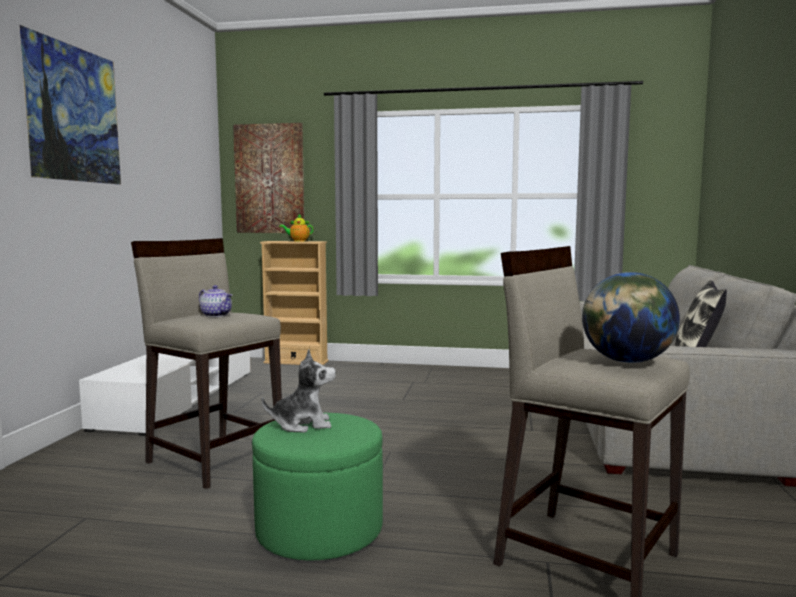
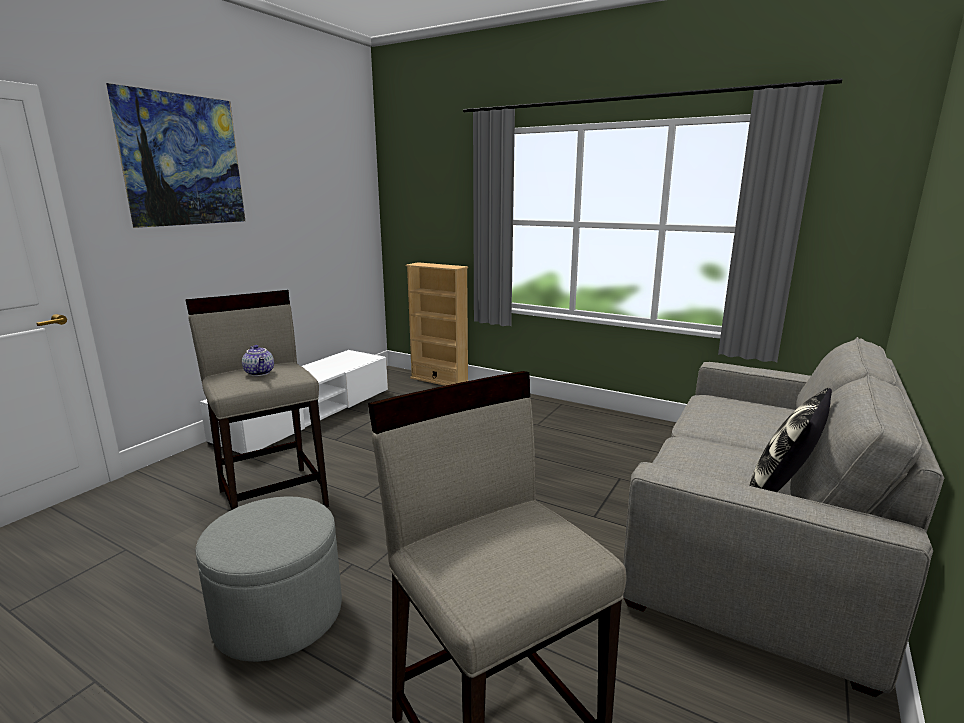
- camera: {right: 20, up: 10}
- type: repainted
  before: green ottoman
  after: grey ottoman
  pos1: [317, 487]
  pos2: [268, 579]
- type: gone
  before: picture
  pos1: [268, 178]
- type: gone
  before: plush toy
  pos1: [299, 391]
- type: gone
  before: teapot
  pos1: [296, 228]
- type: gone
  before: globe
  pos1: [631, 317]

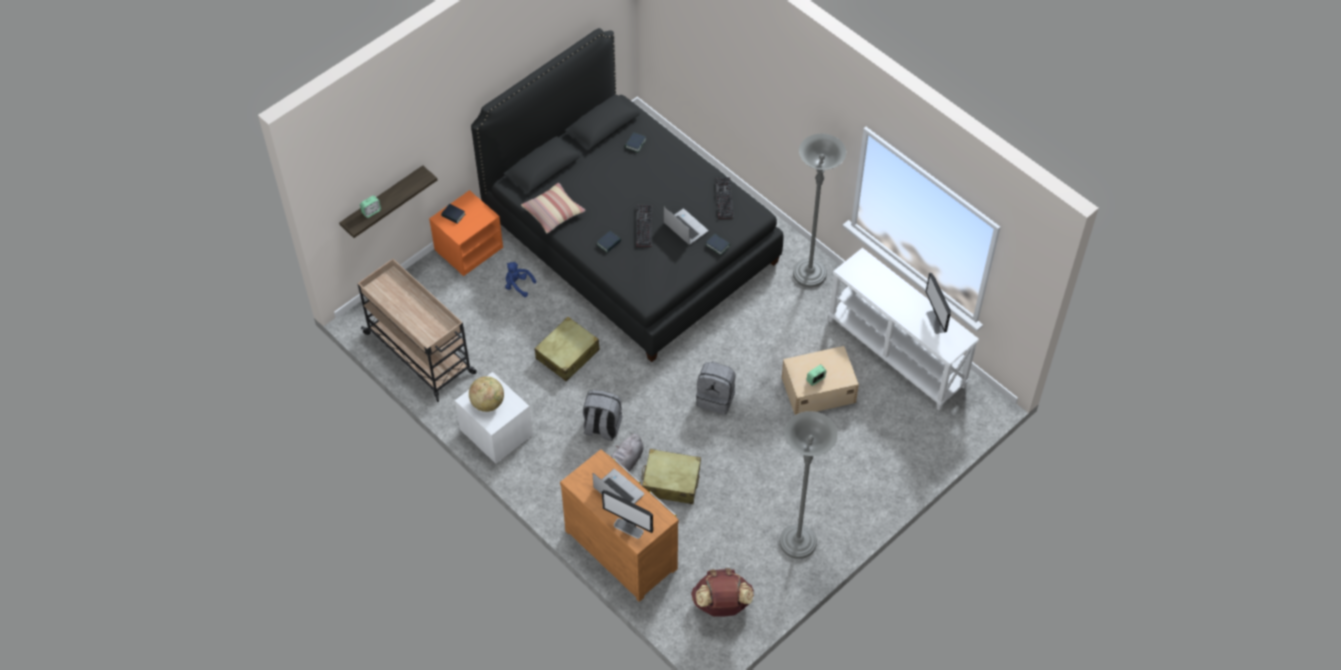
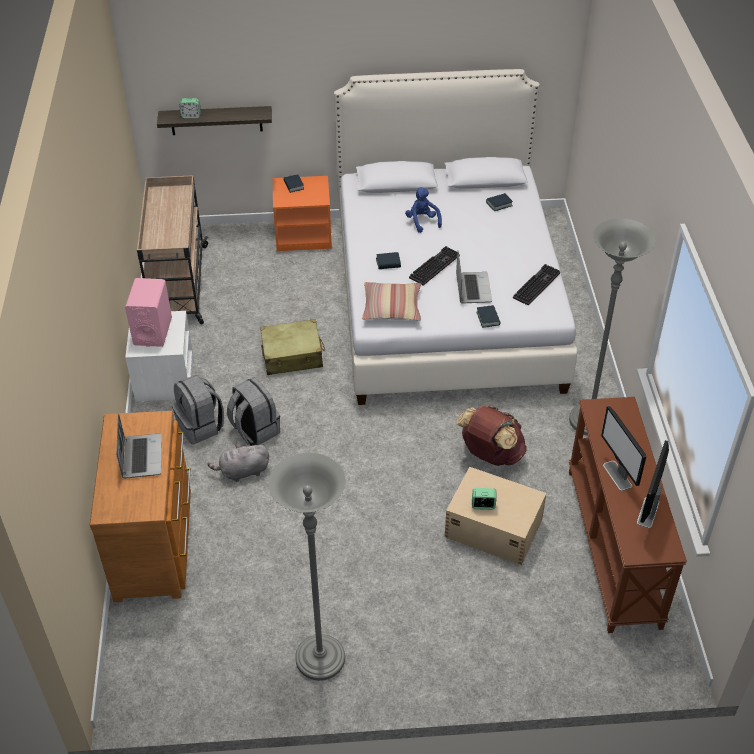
- camera: {right: 40, up: -10}
- type: swapped
  before: globe
  after: pink speaker
  pos1: [486, 394]
  pos2: [148, 312]
- type: shifted
  before: grey backpack
  pos1: [715, 387]
  pos2: [198, 409]
- type: repainted
  before: black bed
  after: white bed
  pos1: [627, 195]
  pos2: [455, 237]
- type: shifted
  before: pillow
  pos1: [553, 208]
  pos2: [391, 301]
- type: shifted
  before: blue plush toy
  pos1: [520, 279]
  pos2: [423, 210]
- type: shifted
  before: brown backpack
  pos1: [722, 592]
  pos2: [491, 436]
- type: repainted
  before: white console table
  after: brown console table
  pos1: [903, 329]
  pos2: [628, 515]
- type: shifted
  before: monitor
  pos1: [627, 514]
  pos2: [623, 448]
- type: gone
  before: beige suitcase
  pos1: [671, 476]

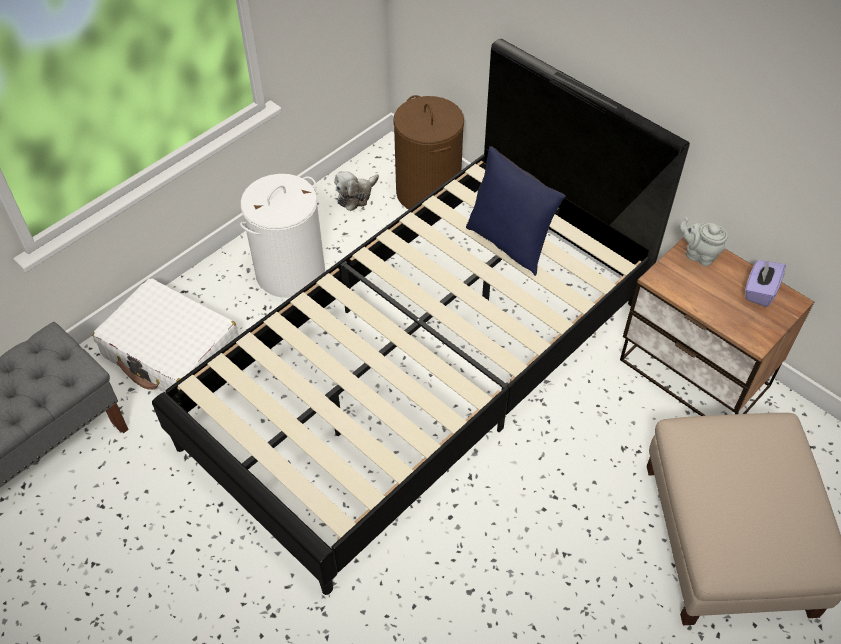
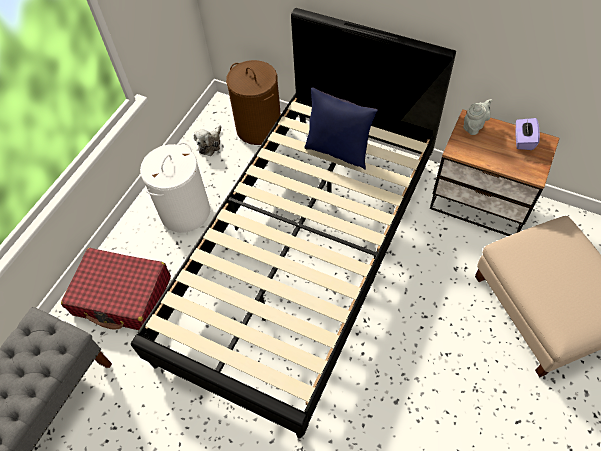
- camera: {right: -15, up: 5}
- type: repainted
  before: white suitcase
  after: red suitcase
  pos1: [166, 335]
  pos2: [116, 289]
- type: rotated
  before: grey teapot
  pos1: [703, 241]
  pos2: [478, 117]
  turn: 120

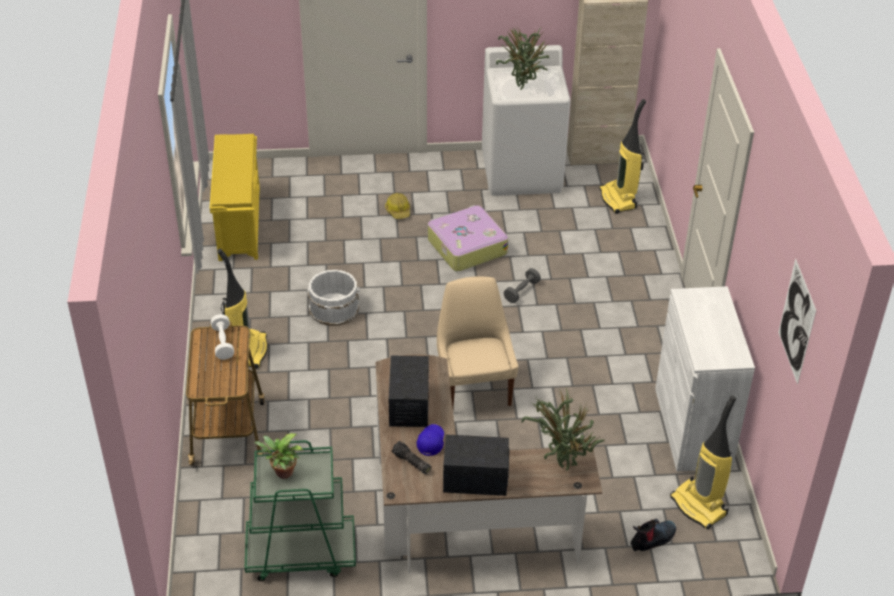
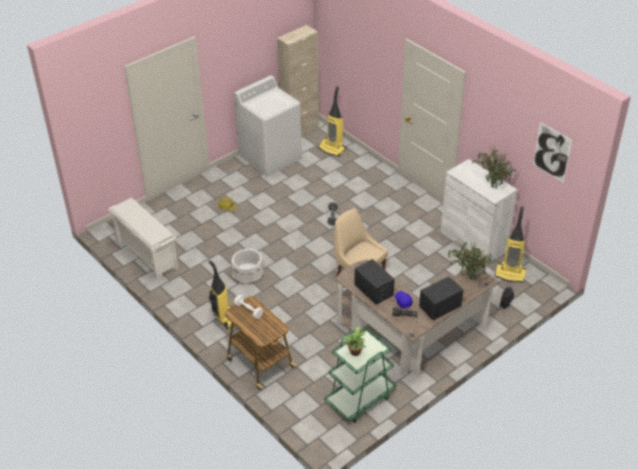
- camera: {right: -35, up: 0}
- type: repainted
  before: yellow shoe rack
  after: white shoe rack
  pos1: [235, 197]
  pos2: [143, 239]
- type: shifted
  before: potted plant
  pos1: [522, 58]
  pos2: [494, 167]
- type: gone
  before: suitcase
  pos1: [468, 238]

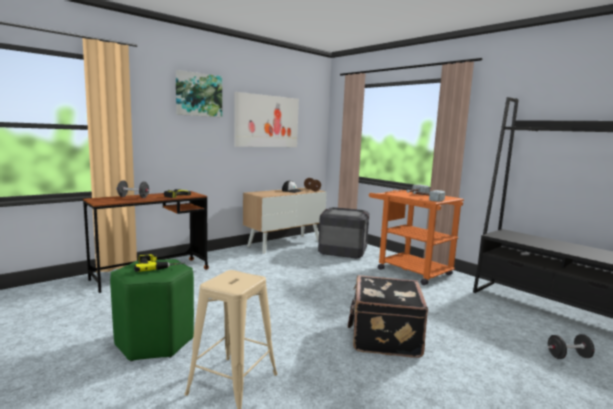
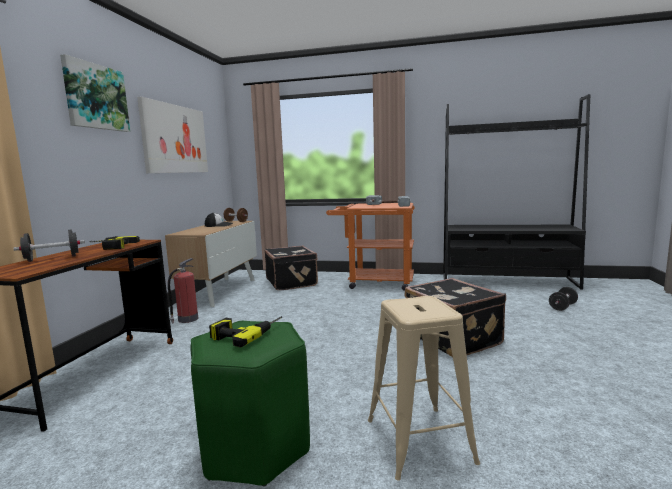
- camera: {right: -35, up: 0}
- type: new
  after: fire extinguisher
  pos2: [183, 290]
- type: swapped
  before: crate
  after: black suitcase
  pos1: [343, 232]
  pos2: [291, 268]

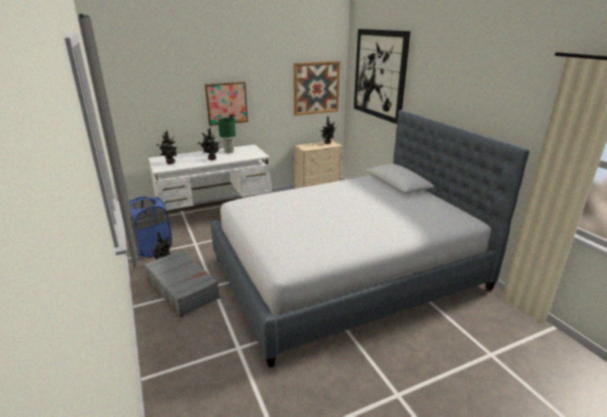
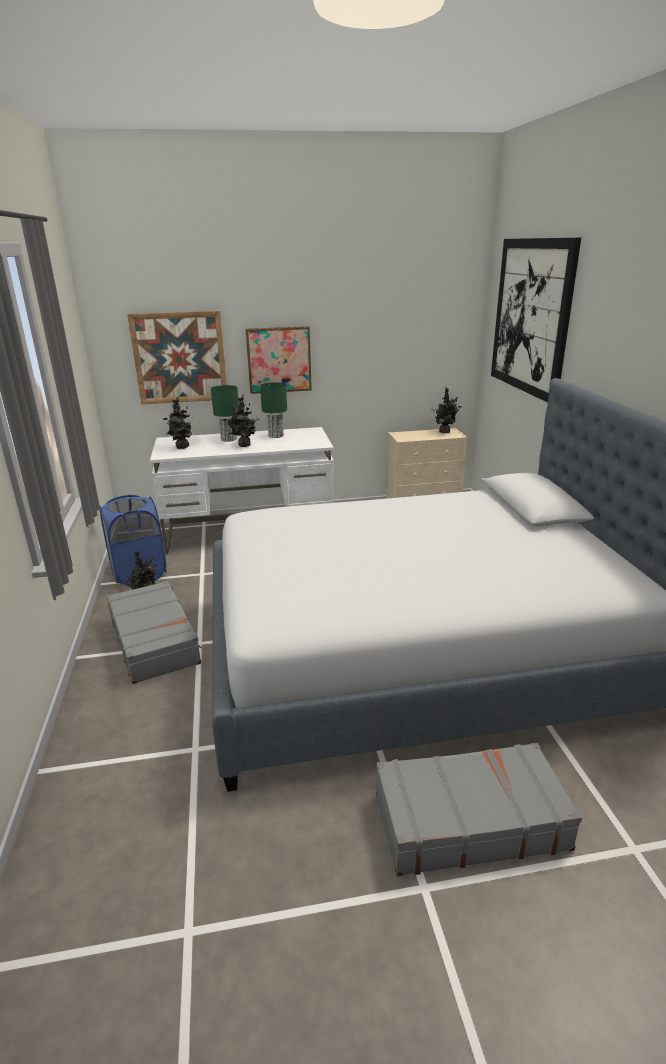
- camera: {right: 15, up: 0}
- type: shifted
  before: picture
  pos1: [317, 88]
  pos2: [177, 357]
- type: new
  after: green table lamp
  pos2: [225, 413]
- type: new
  after: grey suitcase
  pos2: [479, 809]

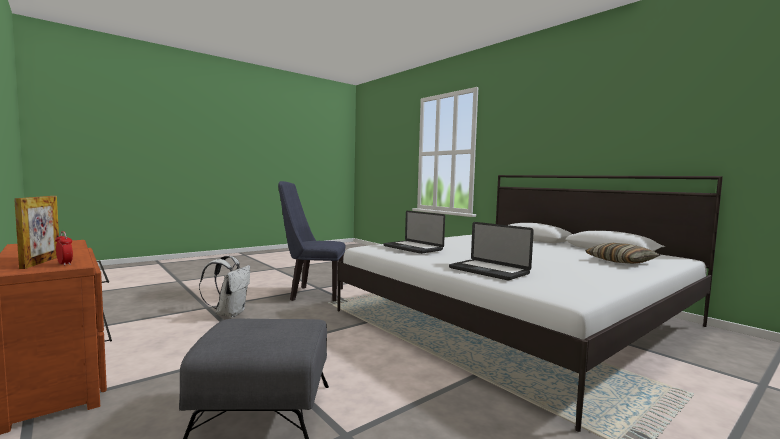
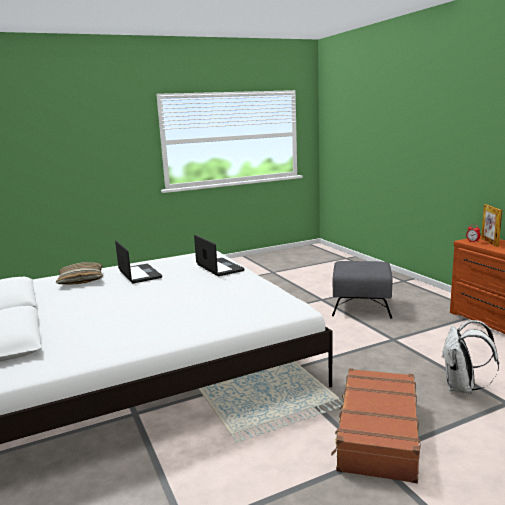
- camera: {right: -165, up: 10}
- type: shifted
  before: laptop
  pos1: [414, 232]
  pos2: [138, 261]
- type: swapped
  before: blue chair
  after: brown suitcase
  pos1: [312, 241]
  pos2: [375, 425]

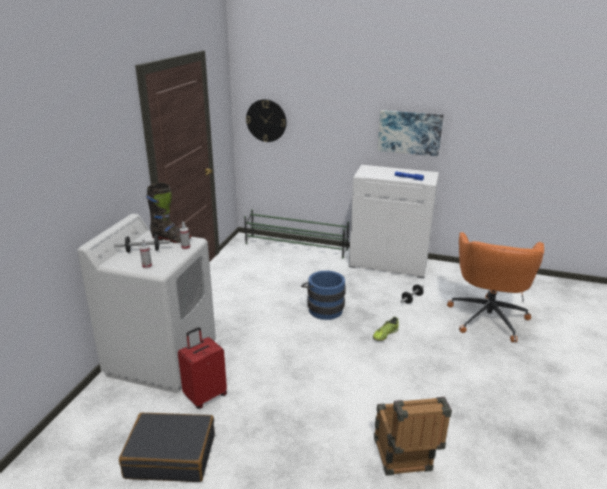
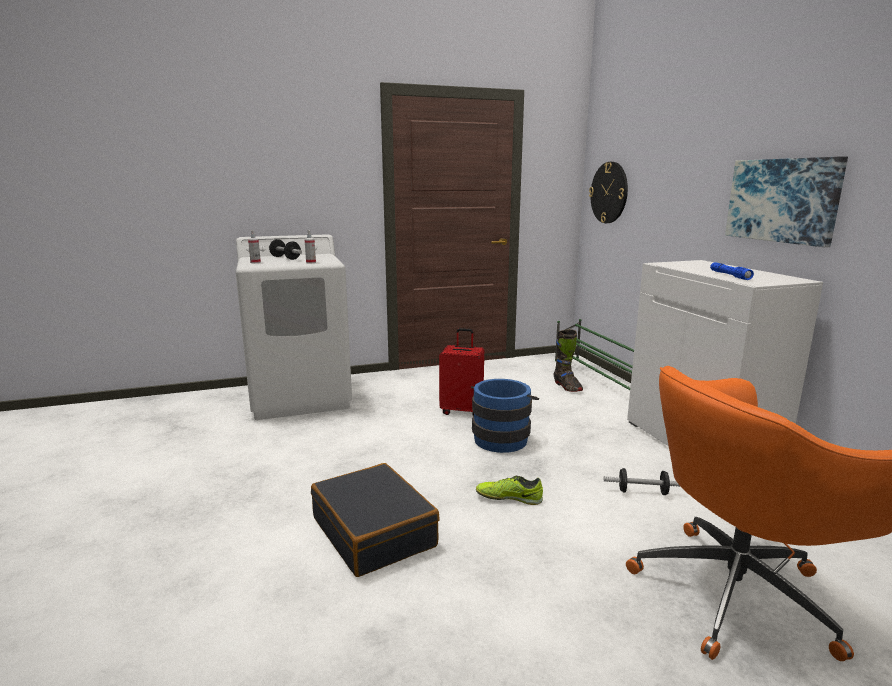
- camera: {right: 55, up: -10}
- type: shifted
  before: black suitcase
  pos1: [167, 447]
  pos2: [375, 520]
- type: shifted
  before: red suitcase
  pos1: [202, 368]
  pos2: [461, 372]
- type: shifted
  before: black boot
  pos1: [168, 212]
  pos2: [568, 360]
- type: gone
  before: crate
  pos1: [413, 436]

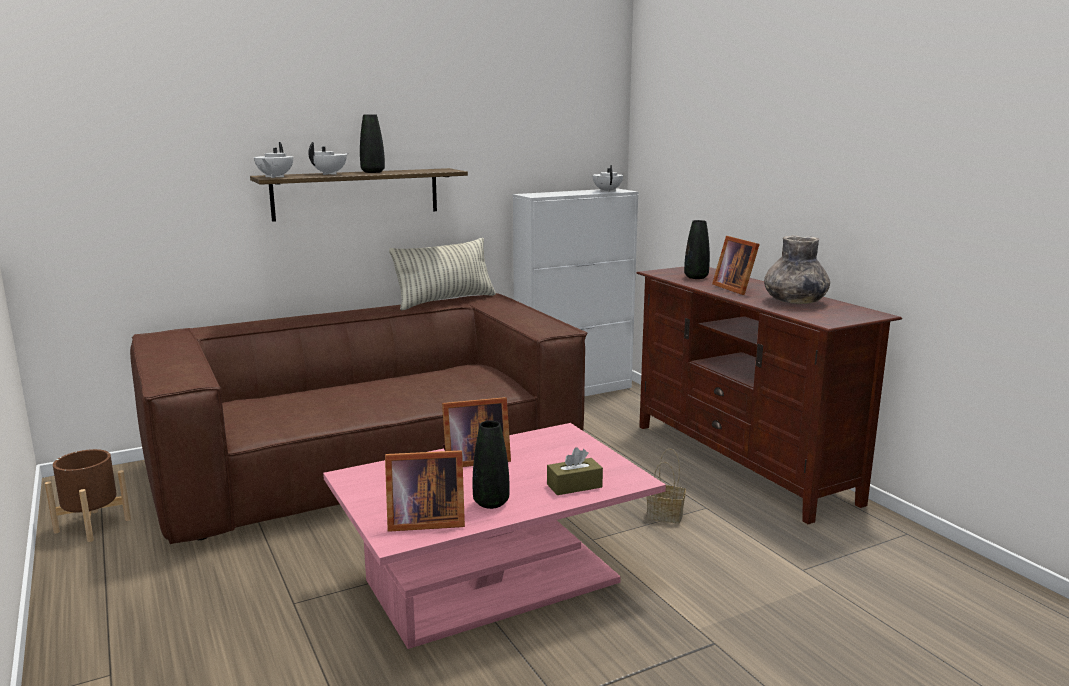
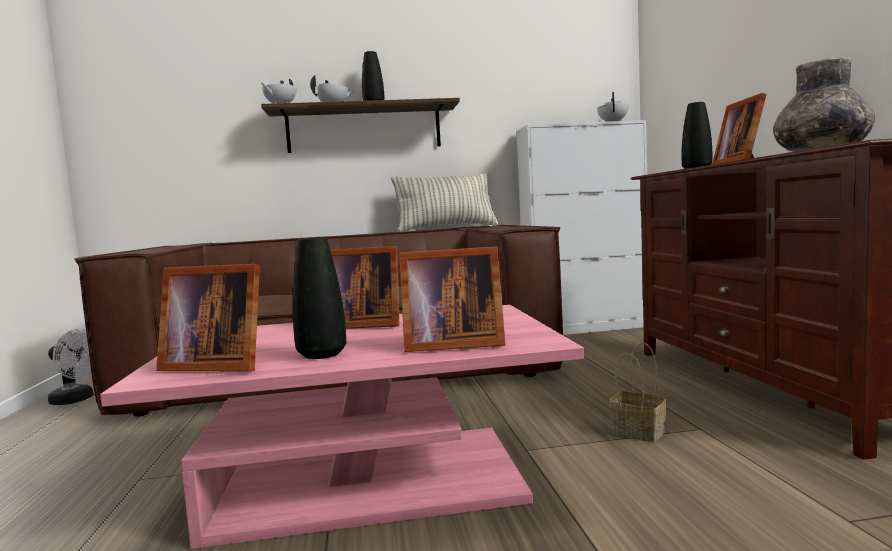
- camera: {right: 20, up: -10}
- type: swapped
  before: brown planter
  after: white fan
  pos1: [88, 495]
  pos2: [71, 367]
- type: swapped
  before: brown tissue box
  after: picture frame
  pos1: [575, 471]
  pos2: [452, 299]

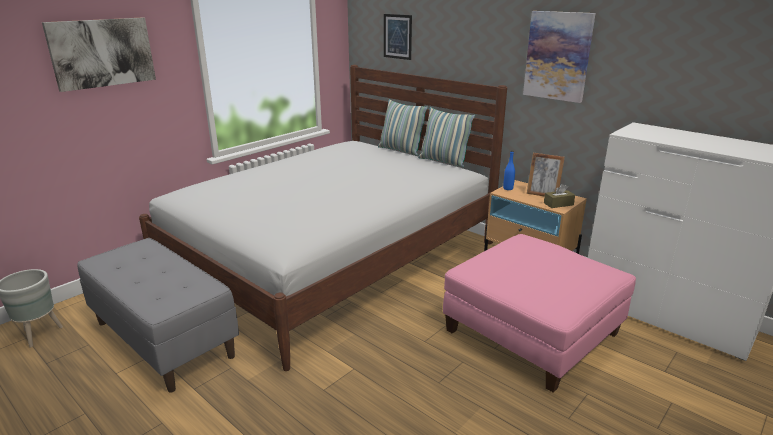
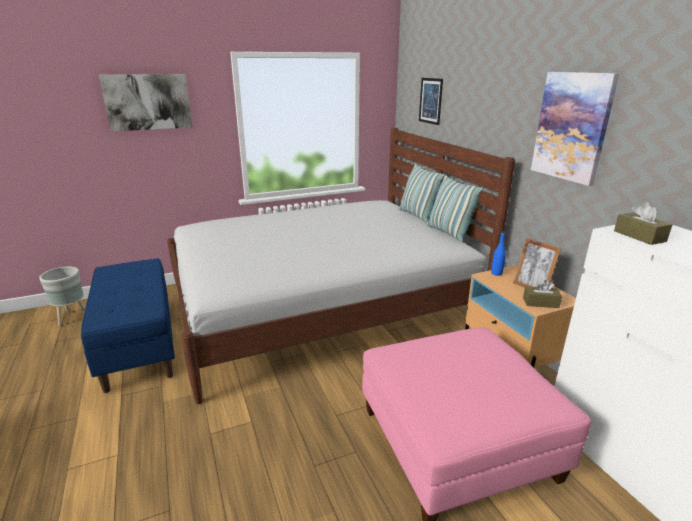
- camera: {right: 25, up: 0}
- type: repainted
  before: grey bench
  after: blue bench
  pos1: [158, 315]
  pos2: [128, 325]
- type: new
  after: brown tissue box
  pos2: [643, 223]

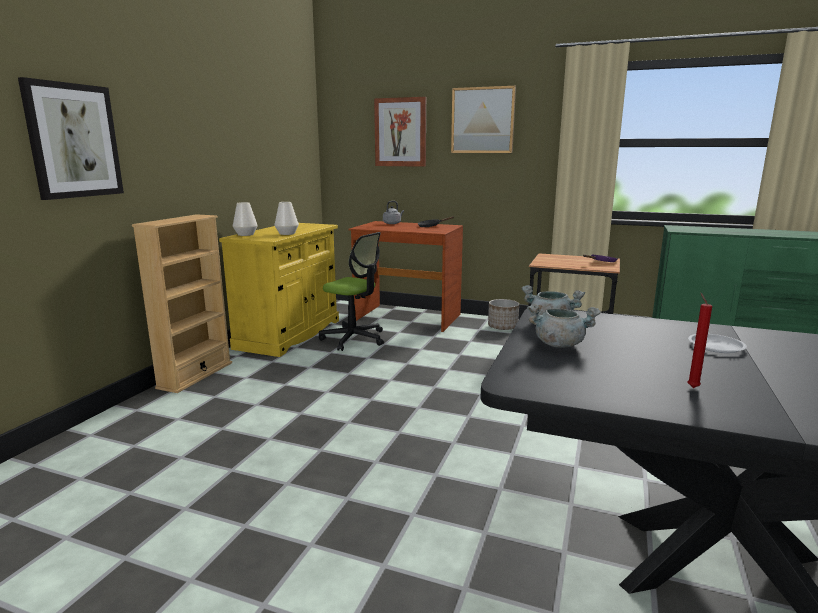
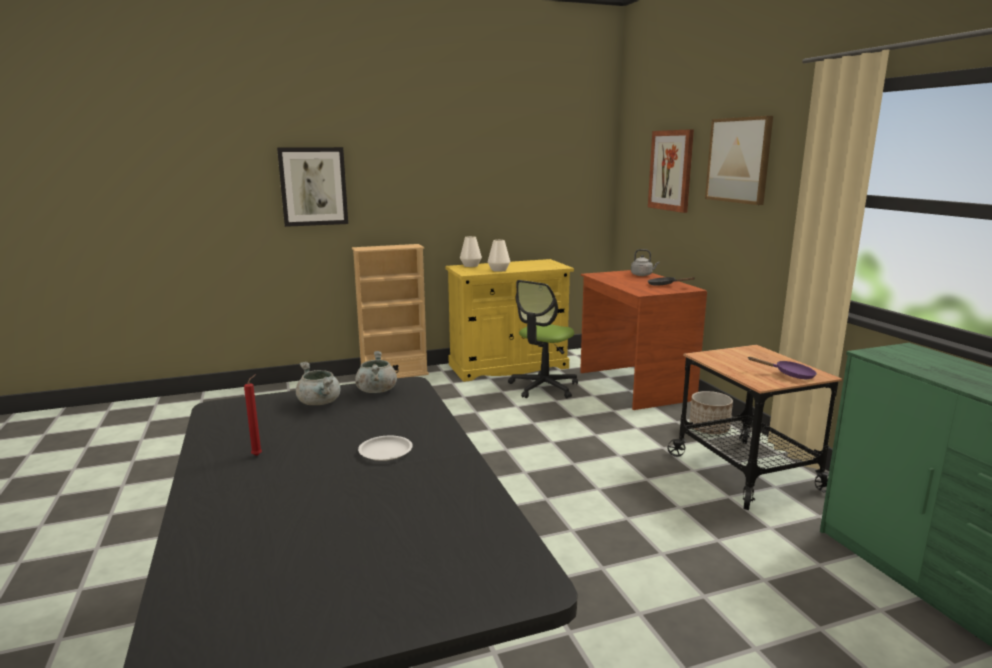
- camera: {right: 50, up: 0}
- type: rotated
  before: office chair
  pos1: [351, 291]
  pos2: [543, 339]
  turn: 45

